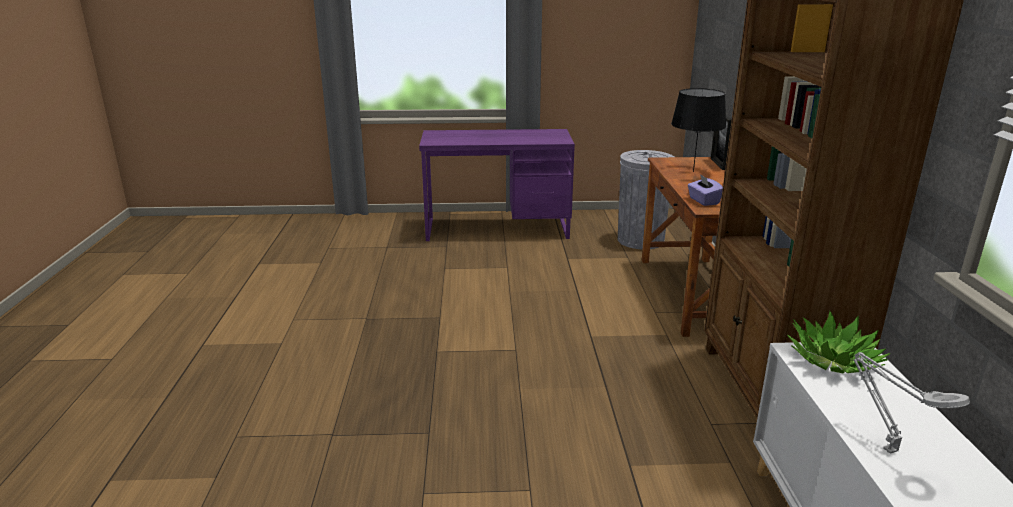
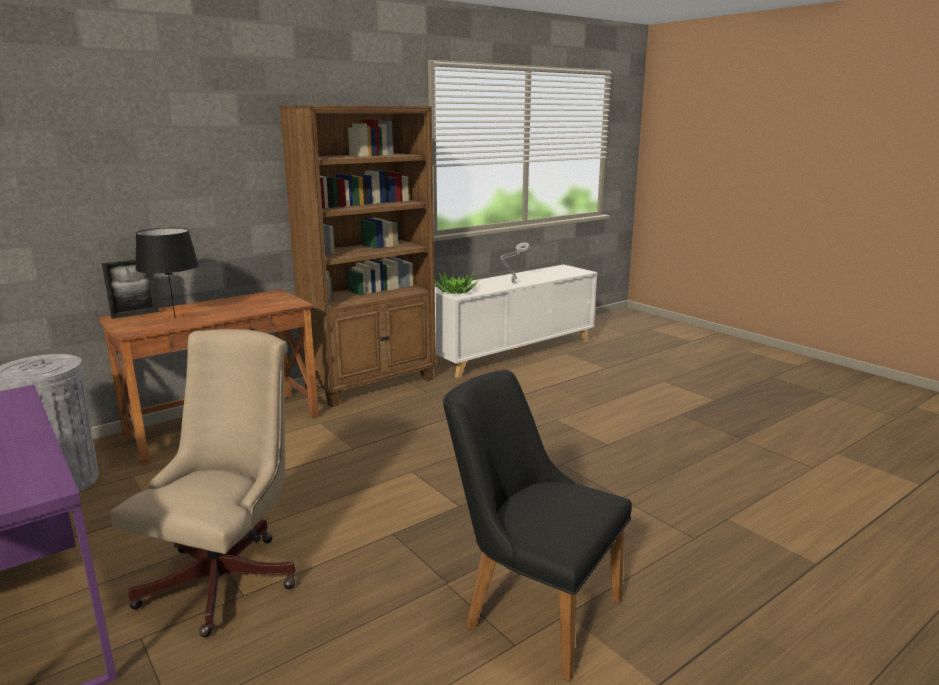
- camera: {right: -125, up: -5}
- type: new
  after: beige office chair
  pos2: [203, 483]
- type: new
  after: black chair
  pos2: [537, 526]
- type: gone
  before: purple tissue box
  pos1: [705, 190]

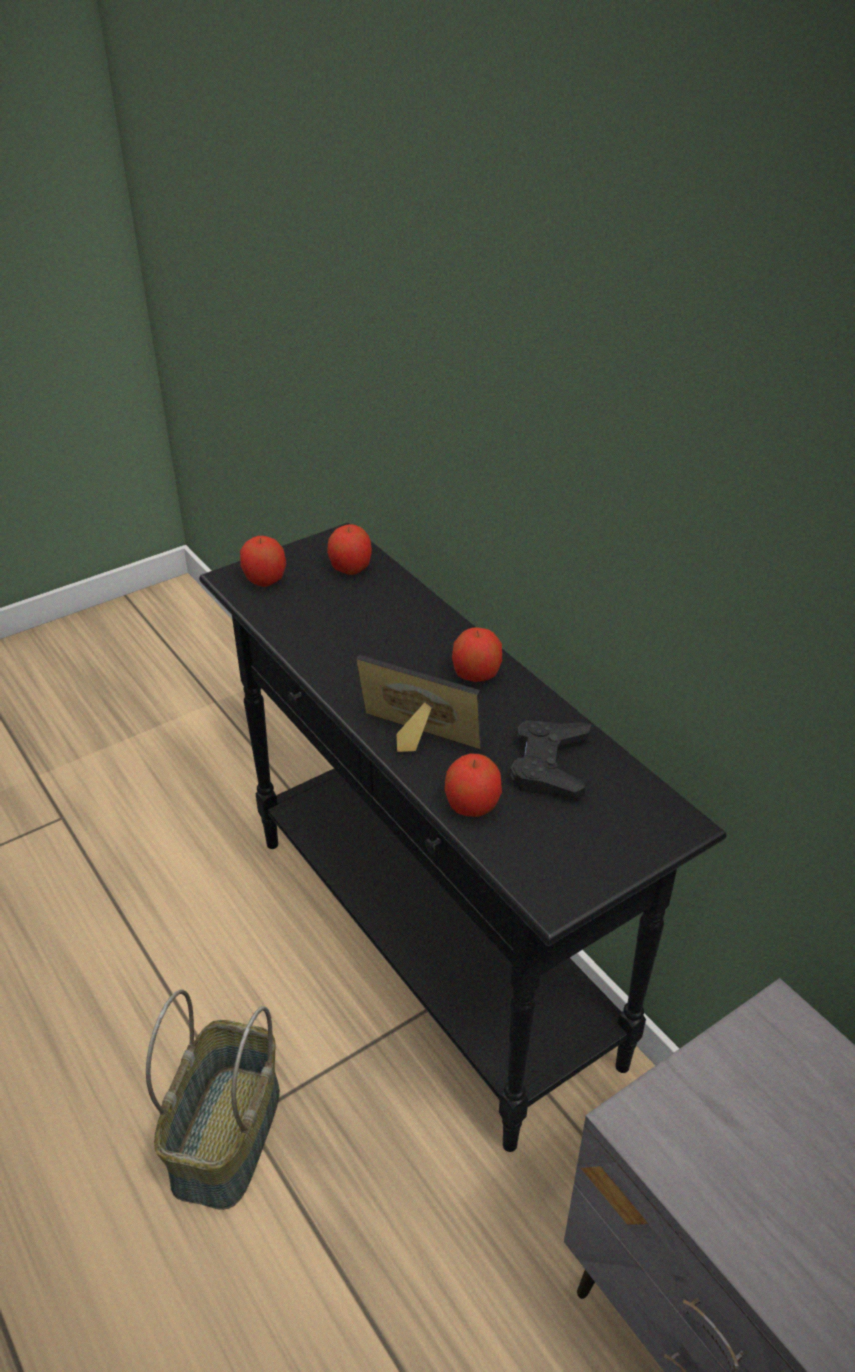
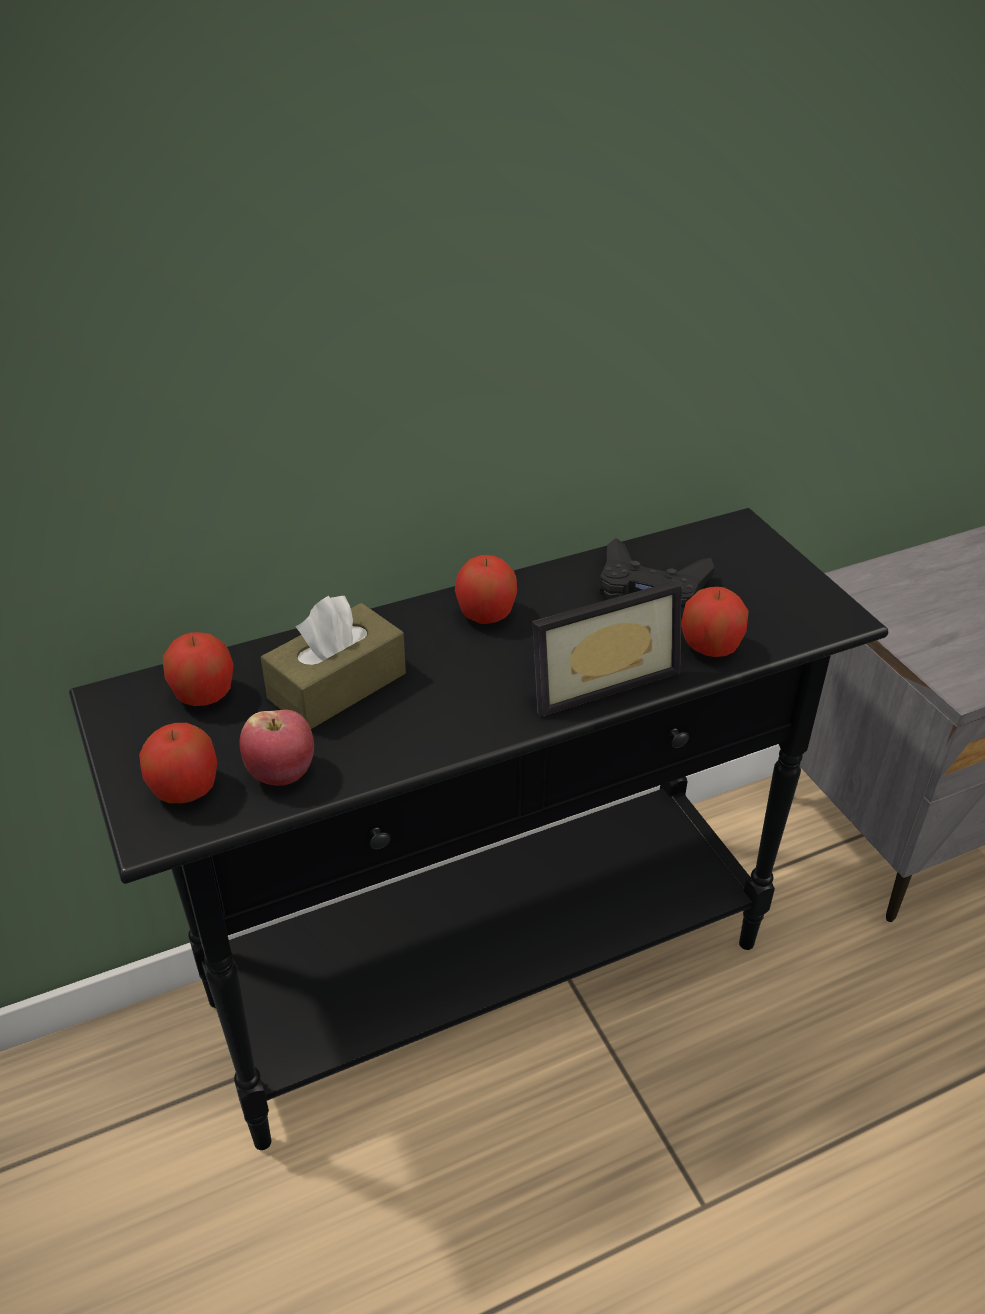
- camera: {right: -80, up: 0}
- type: new
  after: apple
  pos2: [276, 748]
- type: new
  after: brown tissue box
  pos2: [333, 662]
- type: rotated
  before: picture frame
  pos1: [419, 703]
  pos2: [607, 648]
  turn: -150
- type: gone
  before: basket
  pos1: [213, 1099]

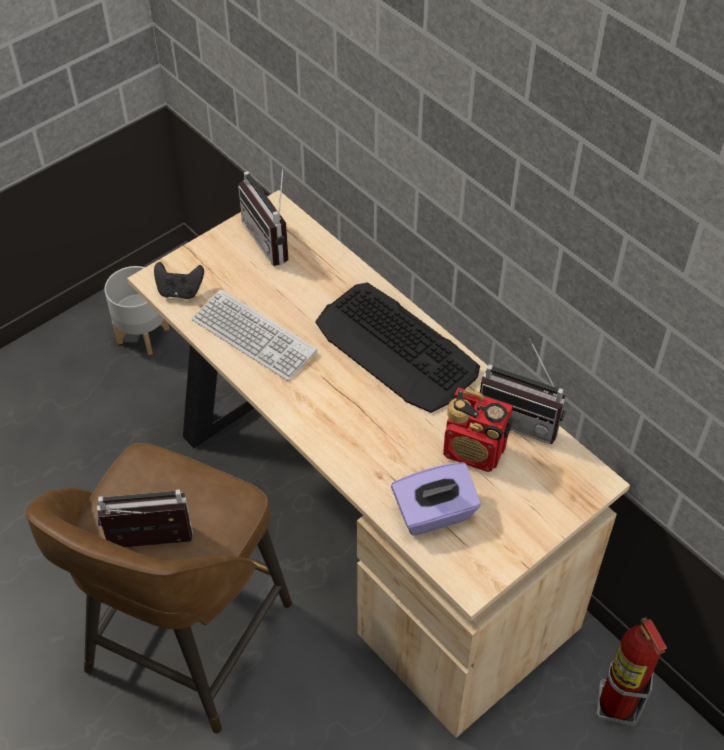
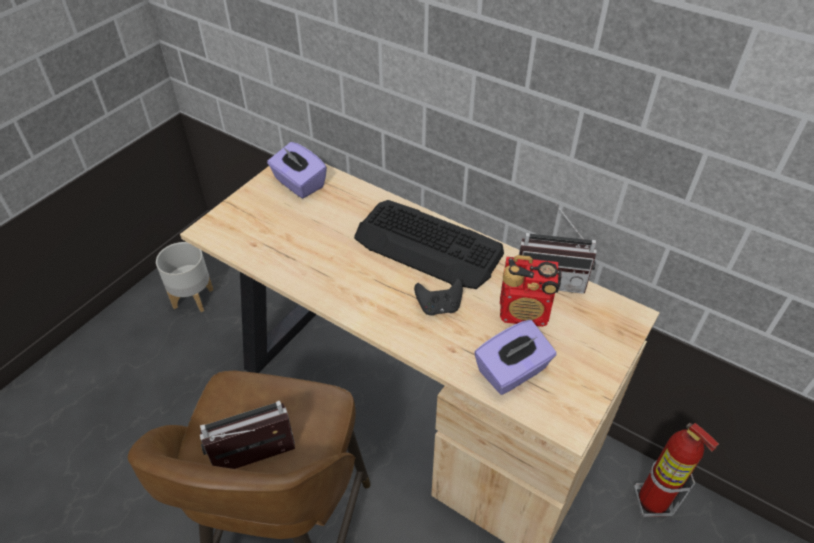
- camera: {right: -15, up: -5}
- type: swapped
  before: radio
  after: purple tissue box
  pos1: [263, 215]
  pos2: [297, 170]
- type: shifted
  before: black game controller
  pos1: [179, 280]
  pos2: [438, 297]
- type: gone
  before: keyboard
  pos1: [254, 335]

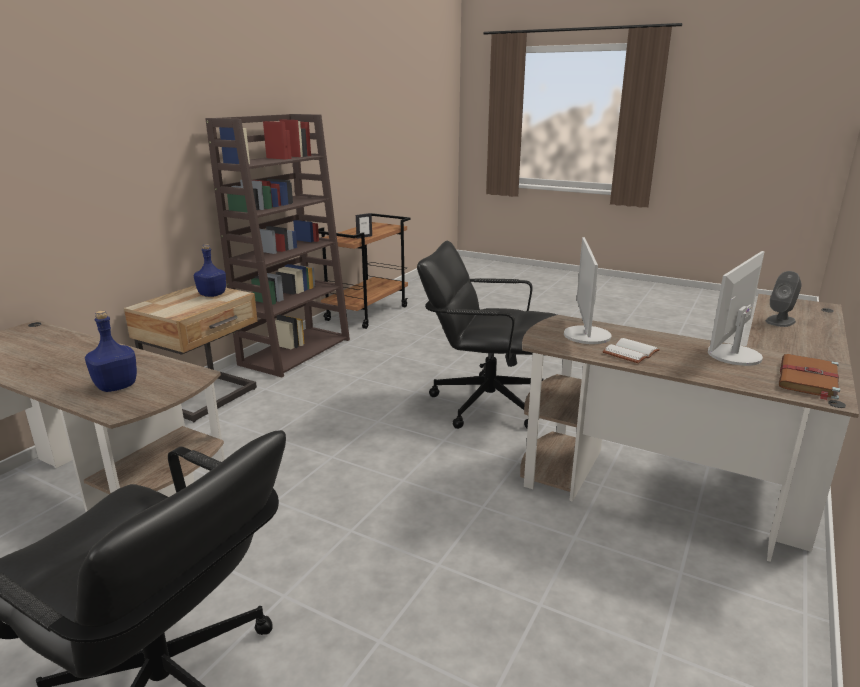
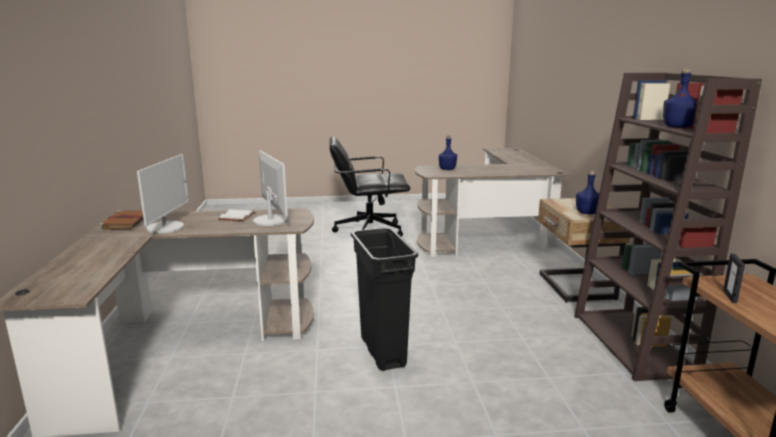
- camera: {right: 145, up: -5}
- type: swapped
  before: black office chair
  after: black trash can
  pos1: [487, 335]
  pos2: [384, 299]
- type: new
  after: blue bottle
  pos2: [680, 98]
- type: gone
  before: grey speaker
  pos1: [783, 299]

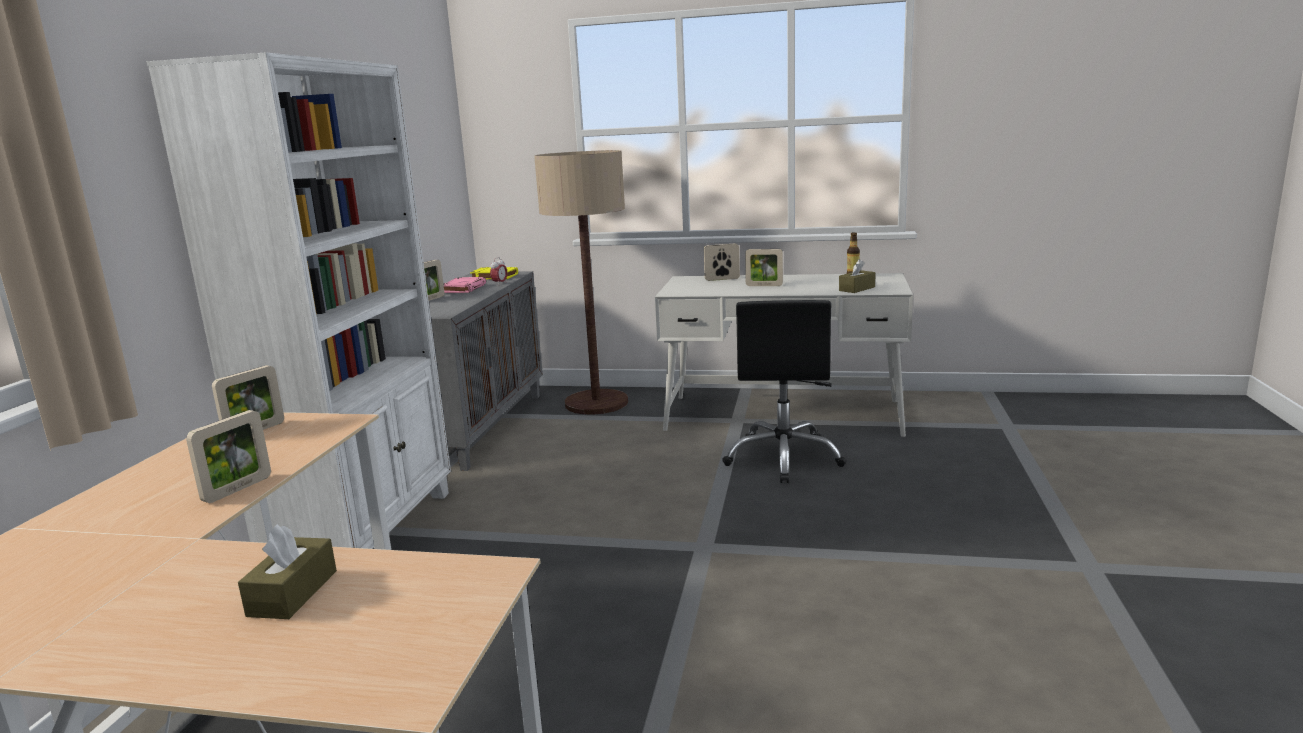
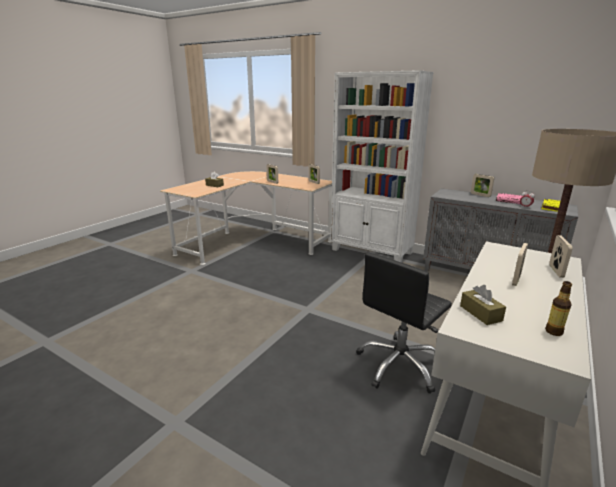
- camera: {right: 110, up: 5}
- type: rotated
  before: black office chair
  pos1: [784, 391]
  pos2: [404, 323]
  turn: -75

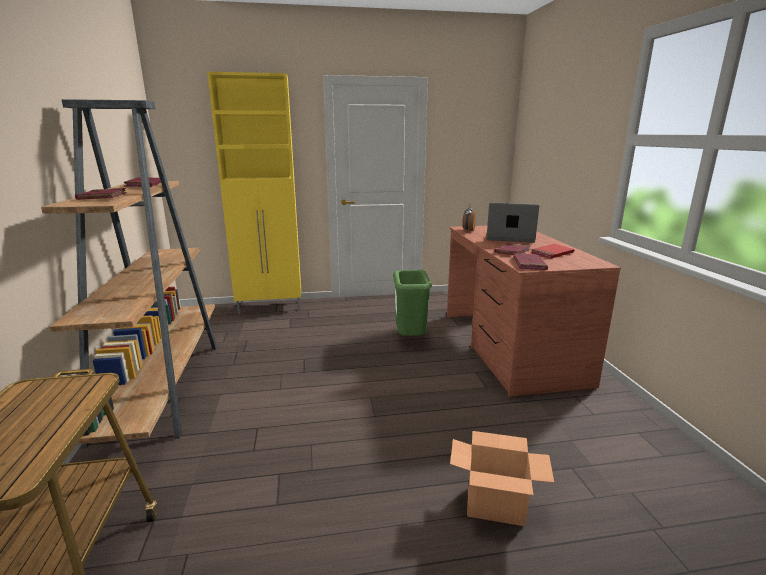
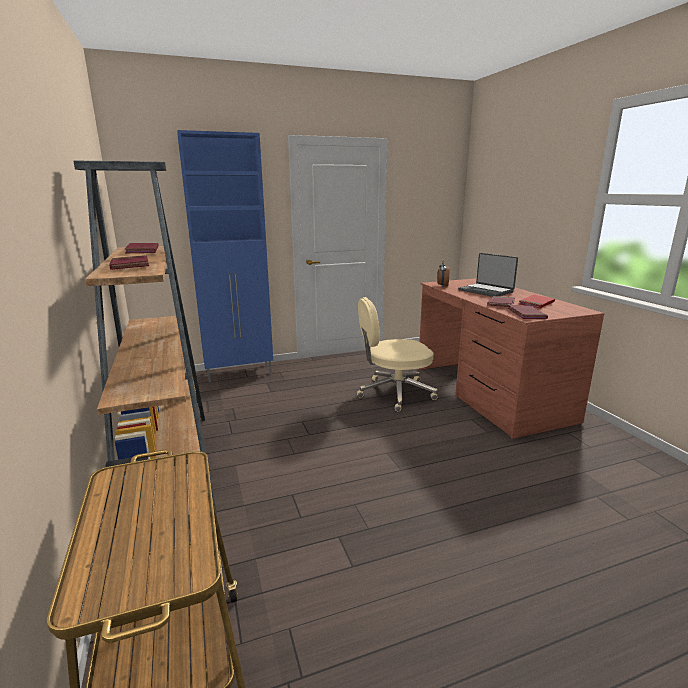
- camera: {right: -10, up: 0}
- type: repainted
  before: yellow cabinet
  after: blue cabinet
  pos1: [254, 193]
  pos2: [225, 256]
- type: swapped
  before: green trash can
  after: beige office chair
  pos1: [412, 303]
  pos2: [397, 354]
- type: rotated
  before: laptop
  pos1: [513, 222]
  pos2: [488, 275]
  turn: -135
- type: gone
  before: cardboard box
  pos1: [502, 478]

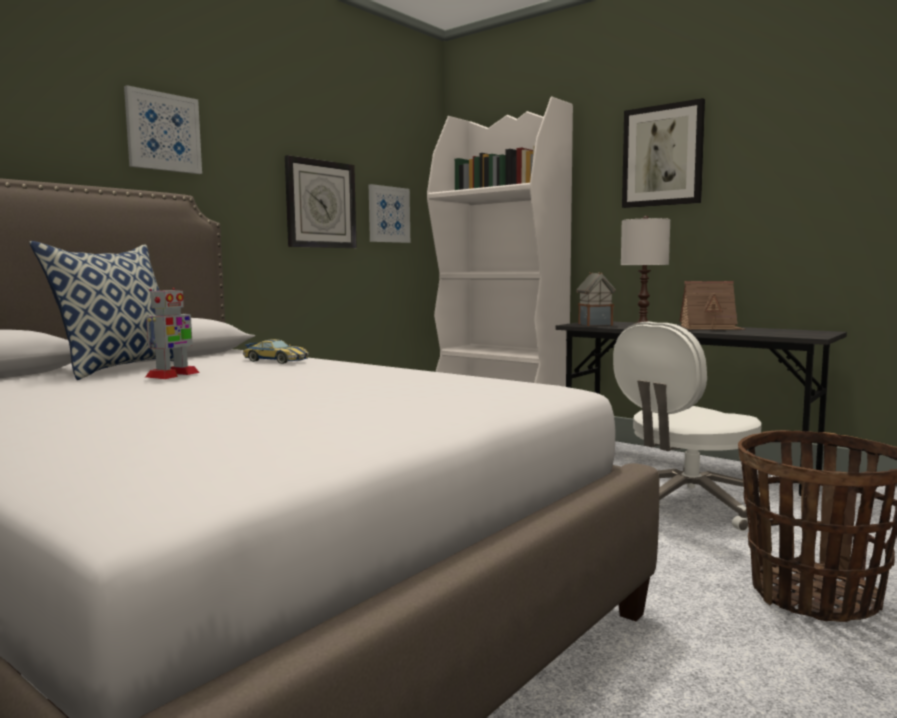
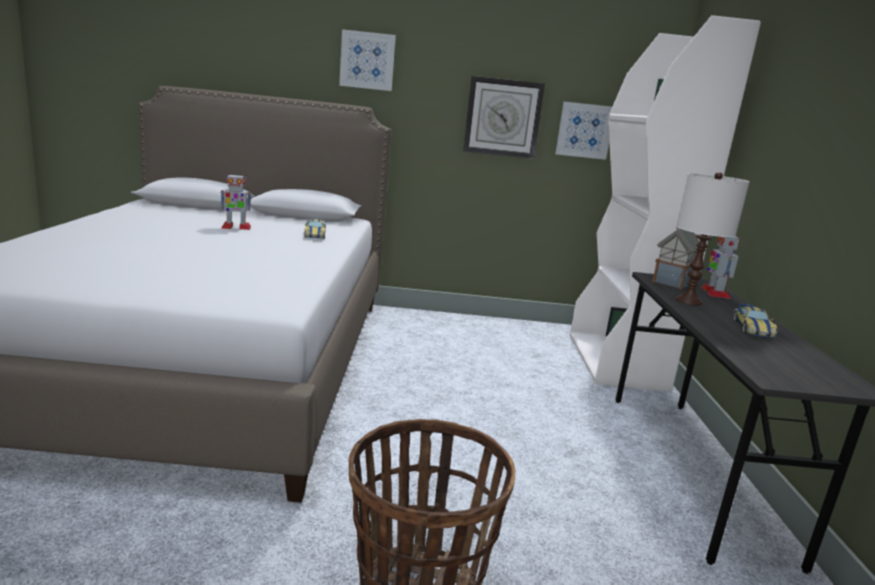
- camera: {right: 50, up: 10}
- type: new
  after: toy robot
  pos2: [720, 267]
- type: swapped
  before: toy house
  after: toy car
  pos1: [712, 305]
  pos2: [755, 321]
- type: gone
  before: pillow
  pos1: [101, 310]
- type: gone
  before: white office chair
  pos1: [687, 426]
- type: gone
  before: picture
  pos1: [663, 153]

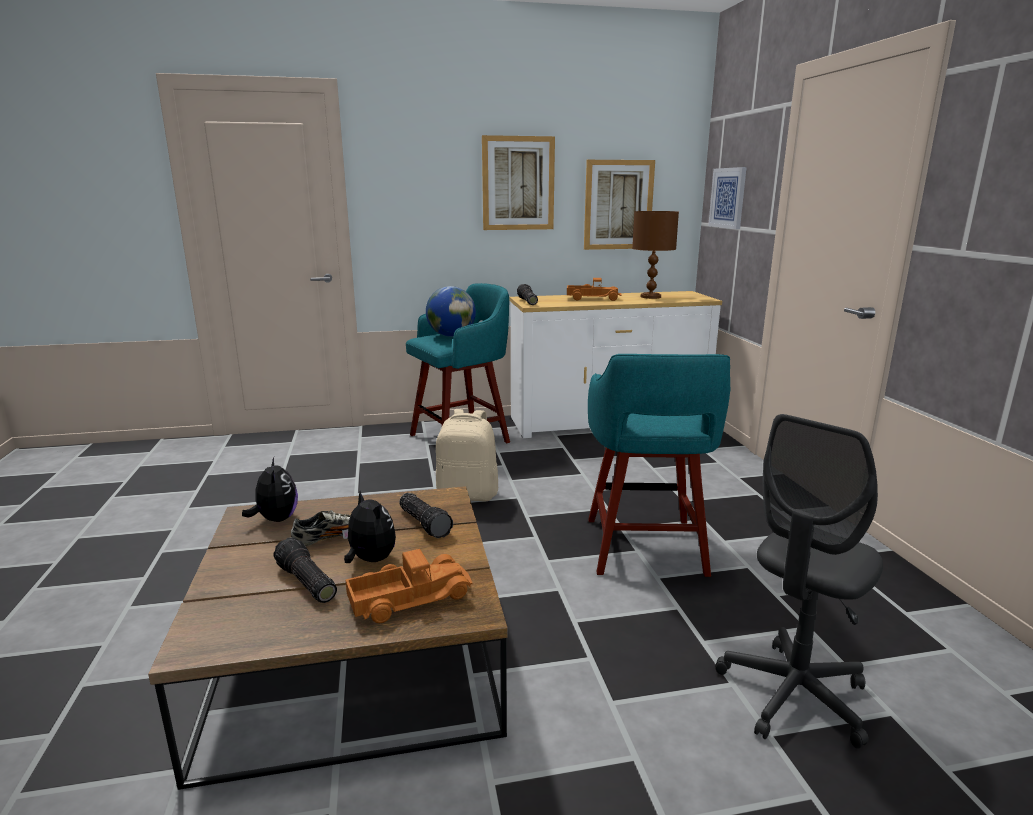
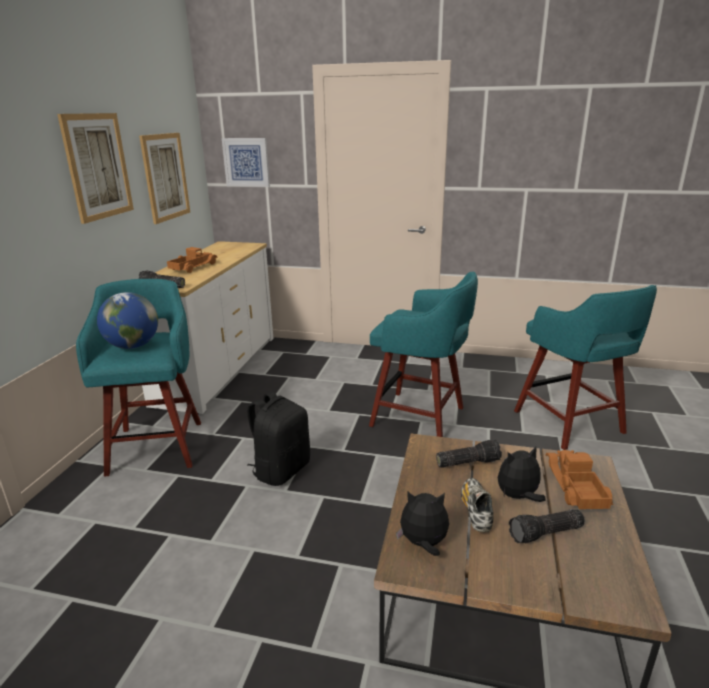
- camera: {right: -65, up: 5}
- type: repainted
  before: beige backpack
  after: black backpack
  pos1: [467, 455]
  pos2: [278, 438]
- type: swapped
  before: grey office chair
  after: turquoise stool
  pos1: [799, 581]
  pos2: [585, 367]
- type: gone
  before: brown table lamp
  pos1: [655, 255]

